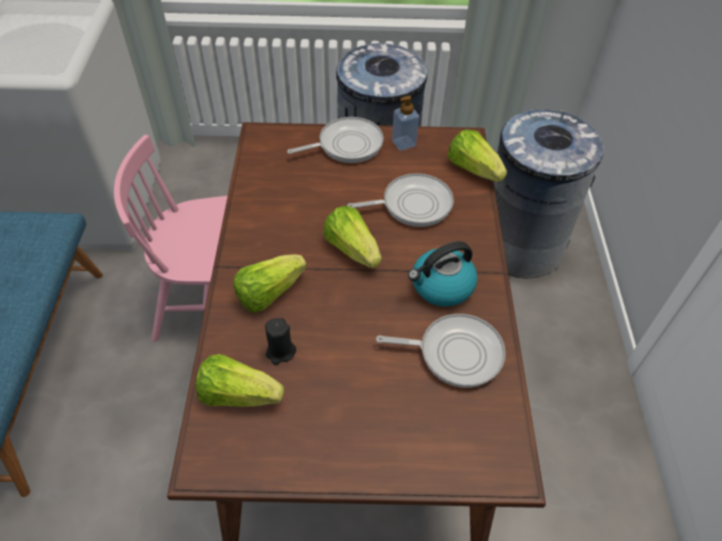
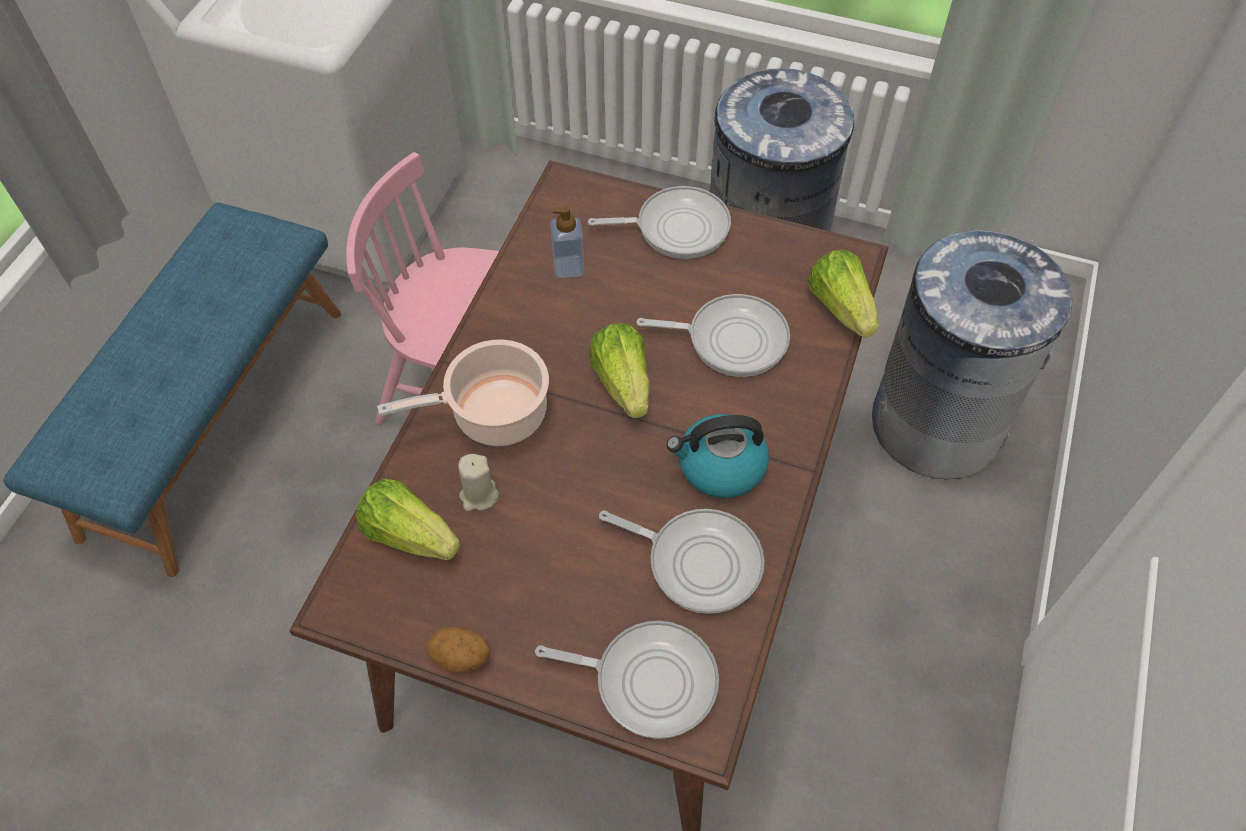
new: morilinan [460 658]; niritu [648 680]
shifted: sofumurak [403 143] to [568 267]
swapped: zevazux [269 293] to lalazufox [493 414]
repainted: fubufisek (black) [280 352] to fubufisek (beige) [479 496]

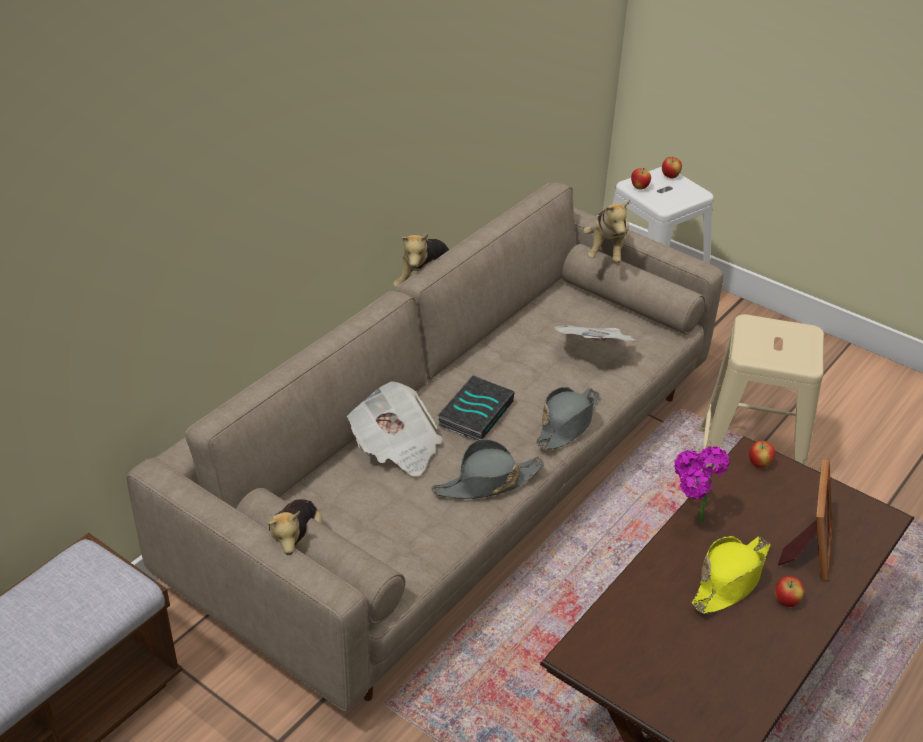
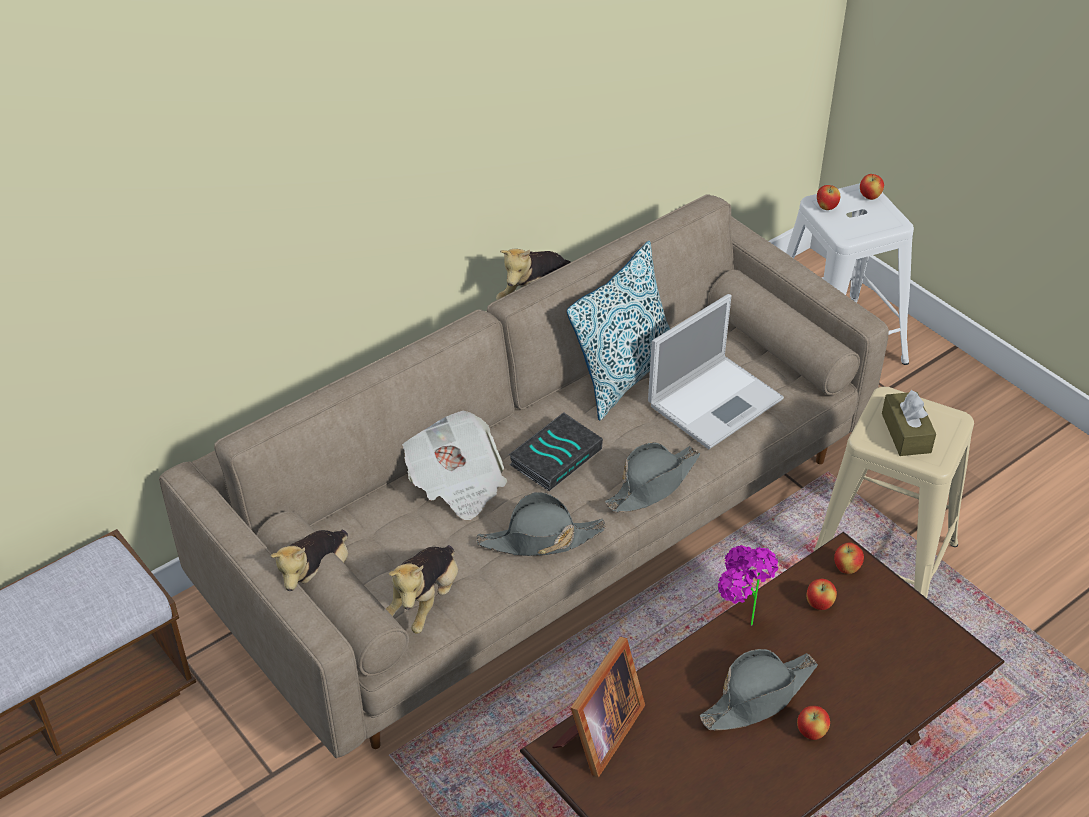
new: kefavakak [623 376]; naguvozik [819 604]; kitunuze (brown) [906 433]
shifted: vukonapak [606 251] to [425 601]; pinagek [808 549] to [598 734]
swapped: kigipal [594 350] to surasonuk [716 400]
repainted: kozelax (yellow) [730 580] to kozelax (grey) [758 697]

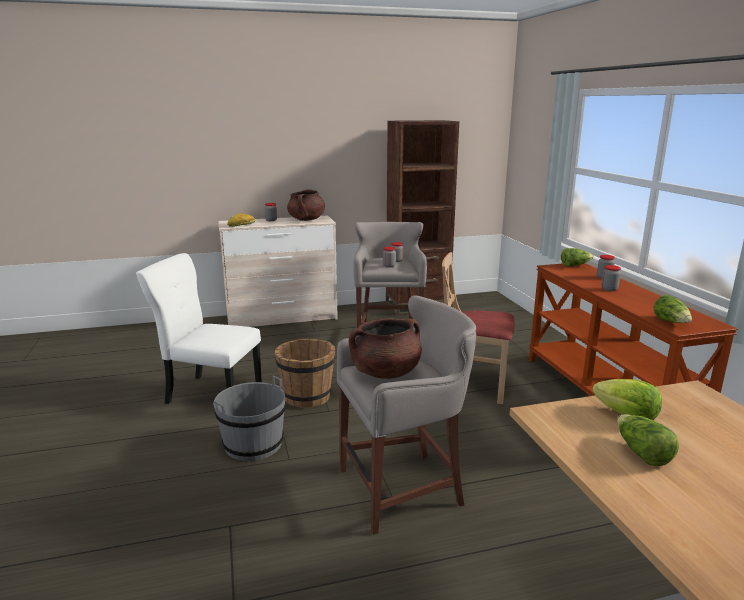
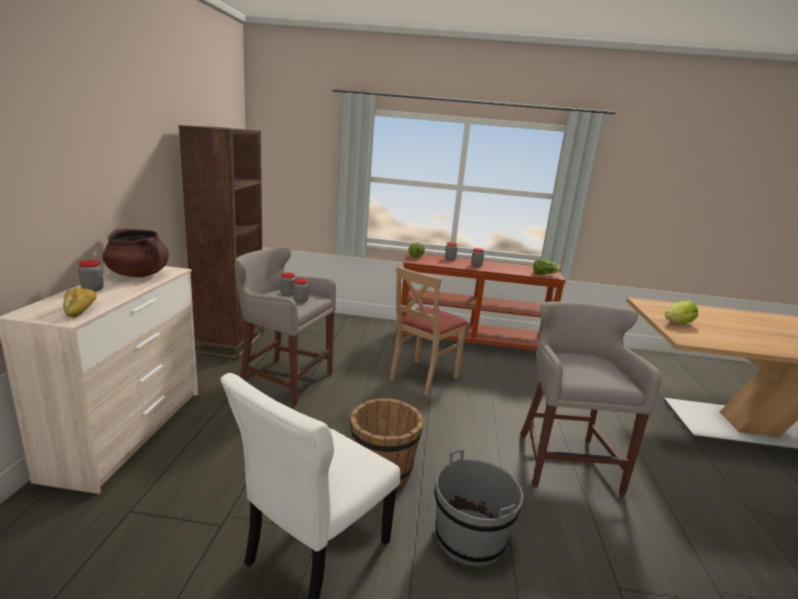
gone: lalazufox (brown) [385 373]; zevazux [641 453]

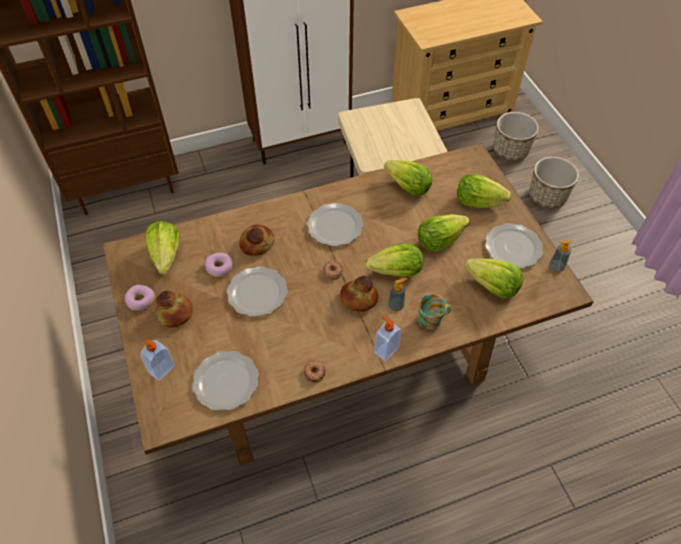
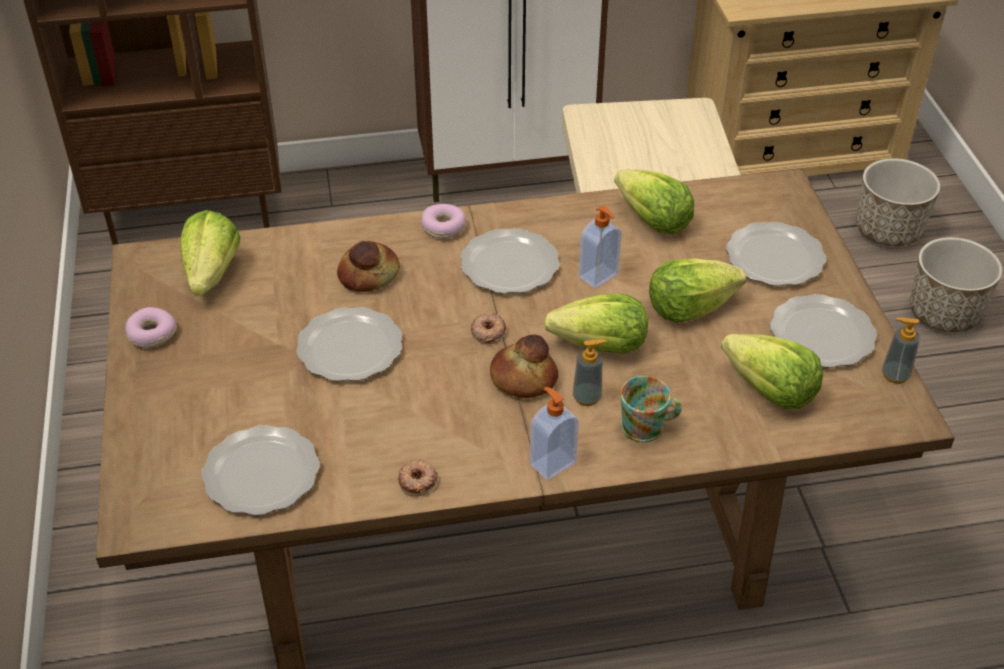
gone: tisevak [175 313]
shifted: sofumurak [162 370] to [599 277]; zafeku [219 267] to [444 227]
swapped: zevazux [478 201] to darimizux [774 256]

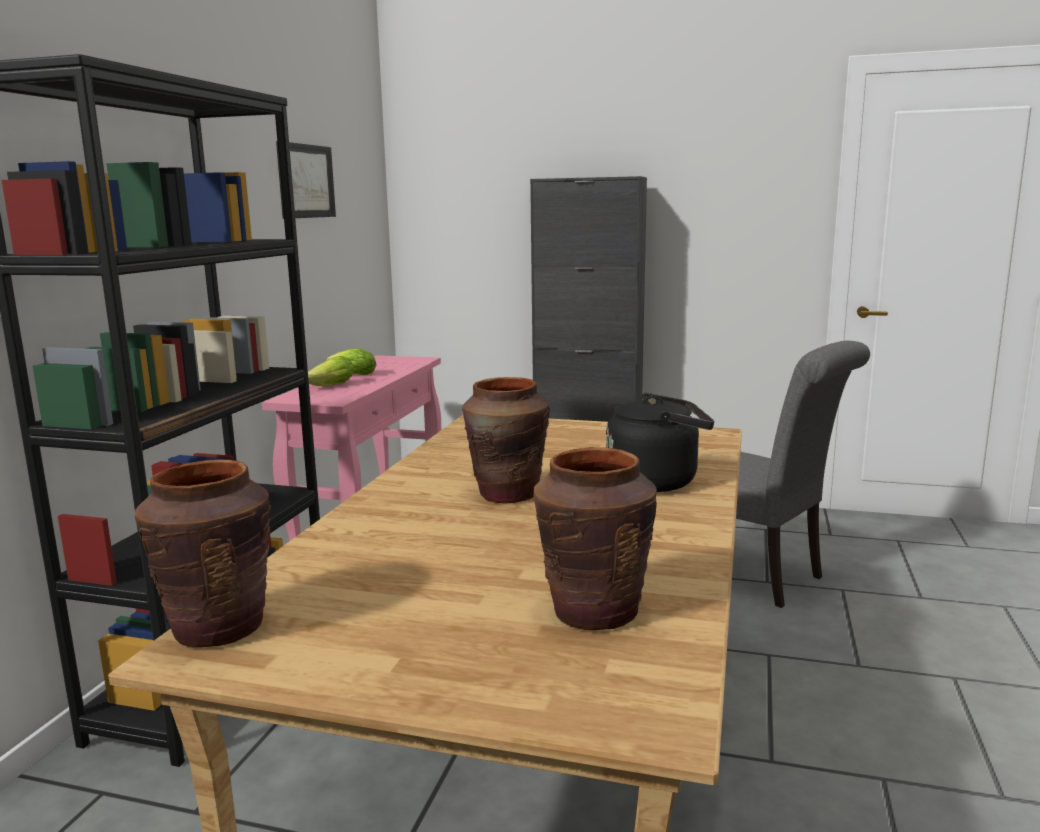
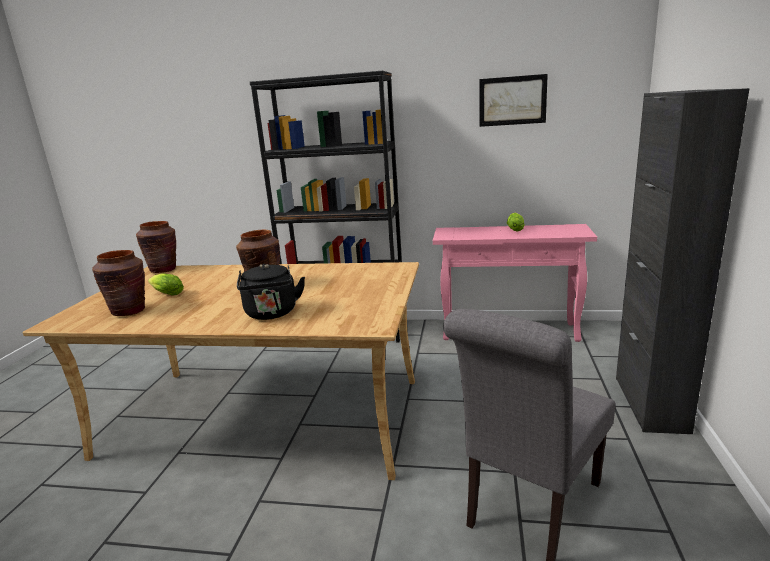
shifted: zevazux [328 387] to [166 294]

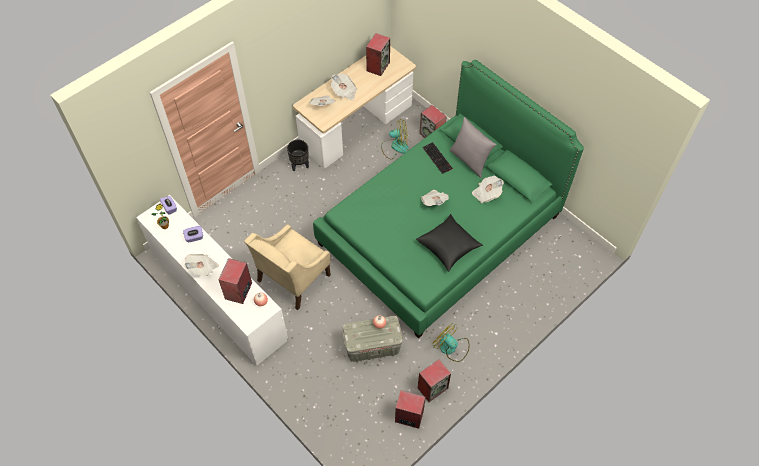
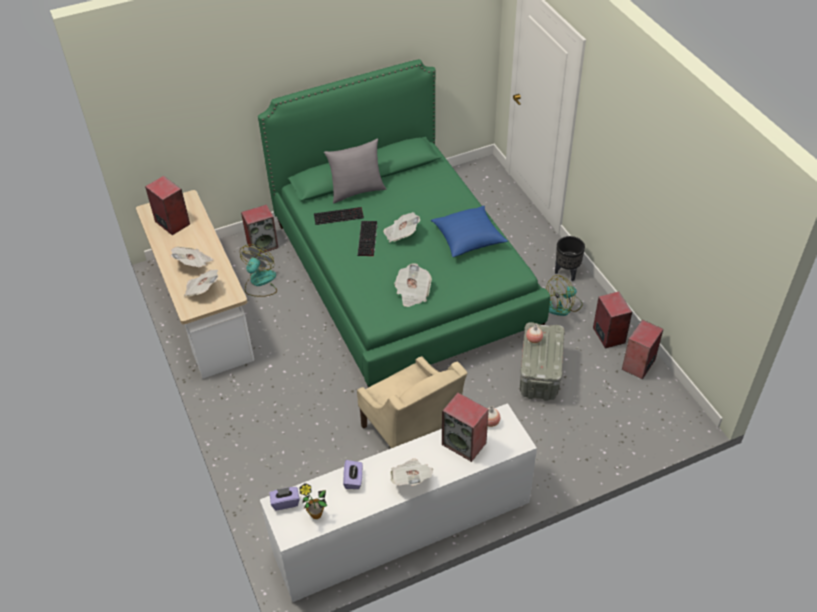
new: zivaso [368 239]
shifted: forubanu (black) [300 165] to [566 273]; kigipal [486 194] to [412 293]
repainted: kefavakak (black) [448 246] to kefavakak (blue) [468 238]

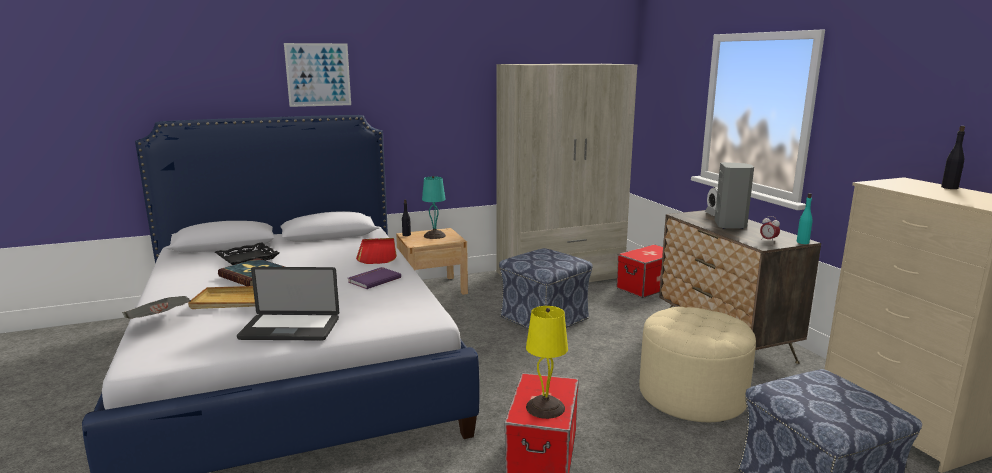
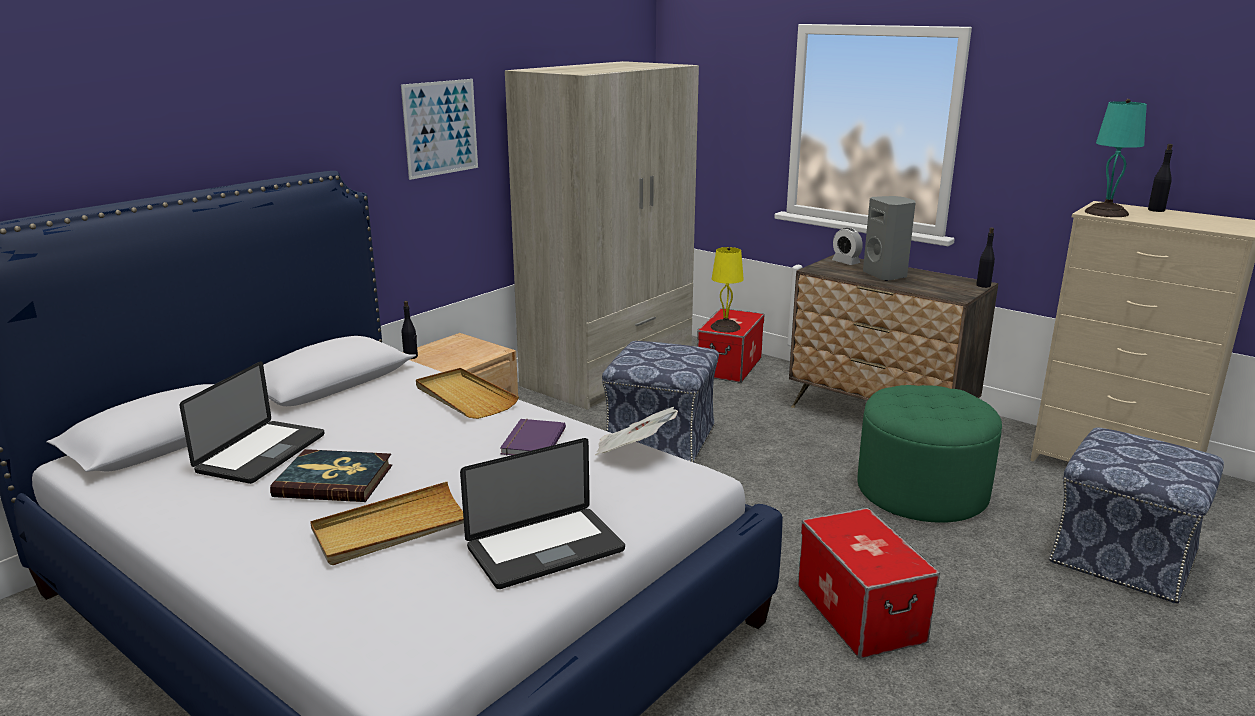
gone: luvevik [768 240]
shifted: kigipal [159 323] to [633 451]; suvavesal [318 75] to [441 128]; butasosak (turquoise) [434 236] to [1106 213]; butasosak (yellow) [545 407] to [725 327]
swapped: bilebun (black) [247 258] to surasonuk [261 453]
repainted: bilebun (red) [377 253] to bilebun (beige) [464 397]; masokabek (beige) [692 395] to masokabek (green) [921 491]; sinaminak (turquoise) [802 242] to sinaminak (black) [983 285]

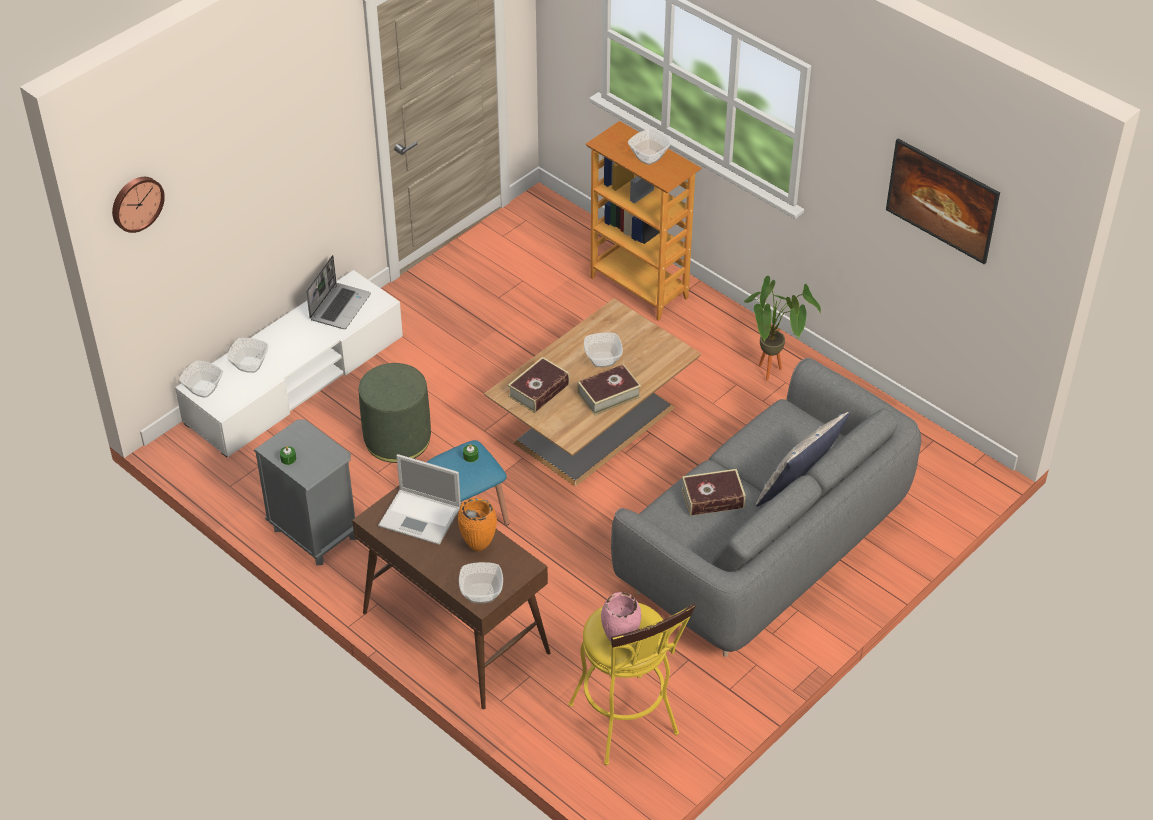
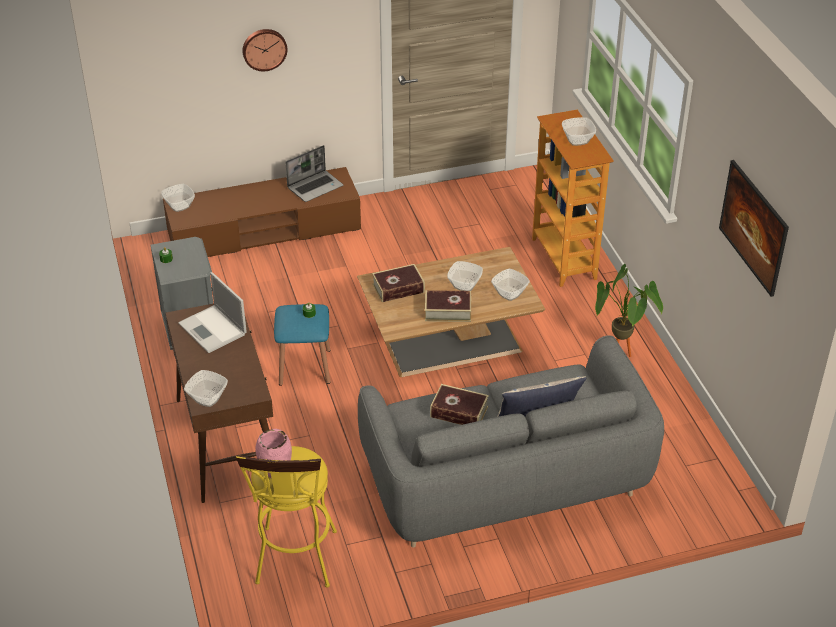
gone: masokabek (green) [397 439]; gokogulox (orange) [479 547]
shifted: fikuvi [136 203] to [264 49]; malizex [249 364] to [509 293]
repainted: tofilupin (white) [295 380] to tofilupin (brown) [264 231]

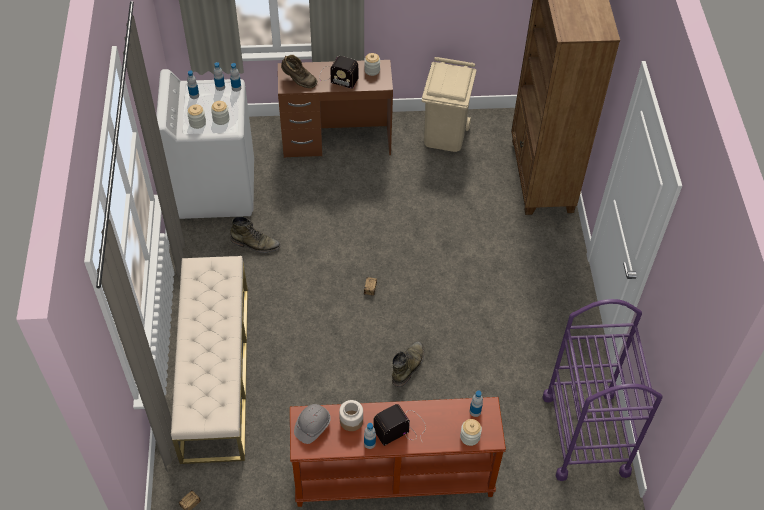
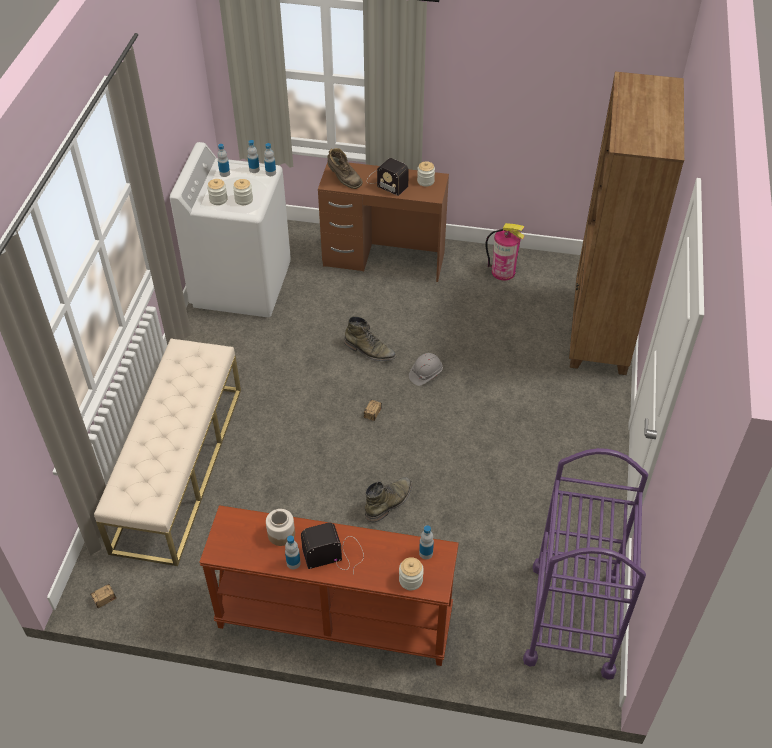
shifted: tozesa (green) [255 244] to [369 350]; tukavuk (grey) [312 426] to [425 374]
swapped: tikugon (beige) [445 135] to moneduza [503 272]

